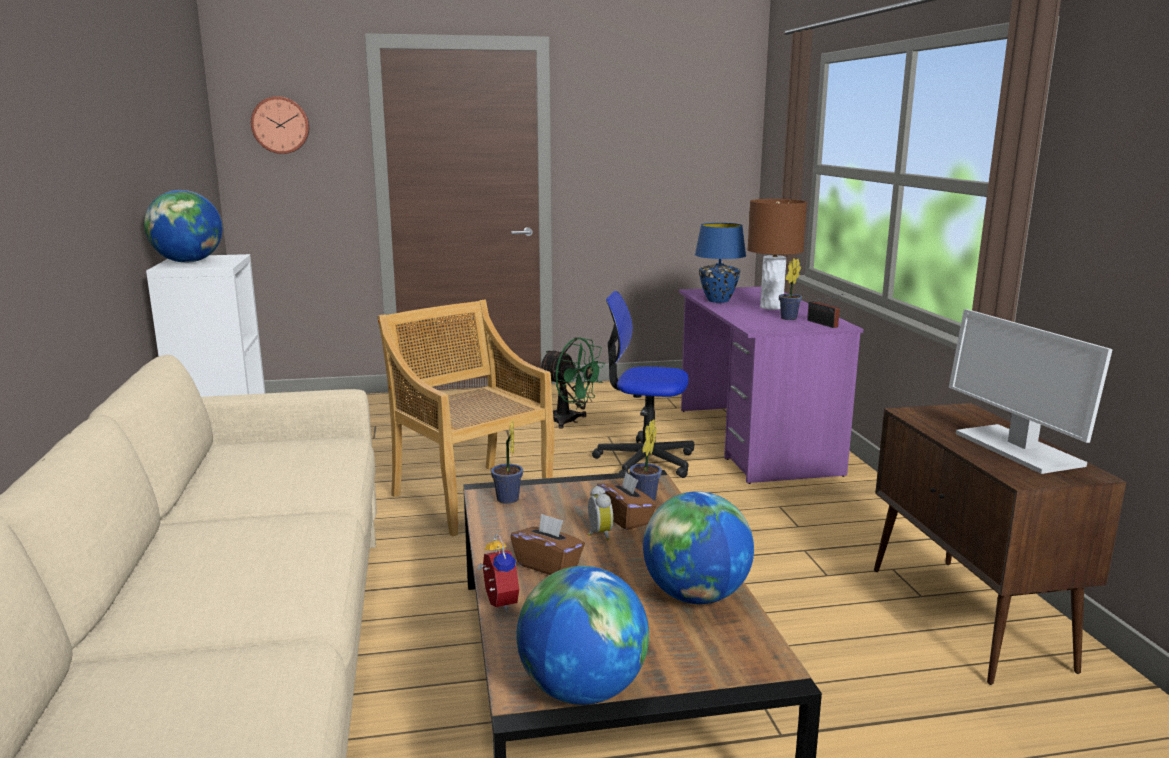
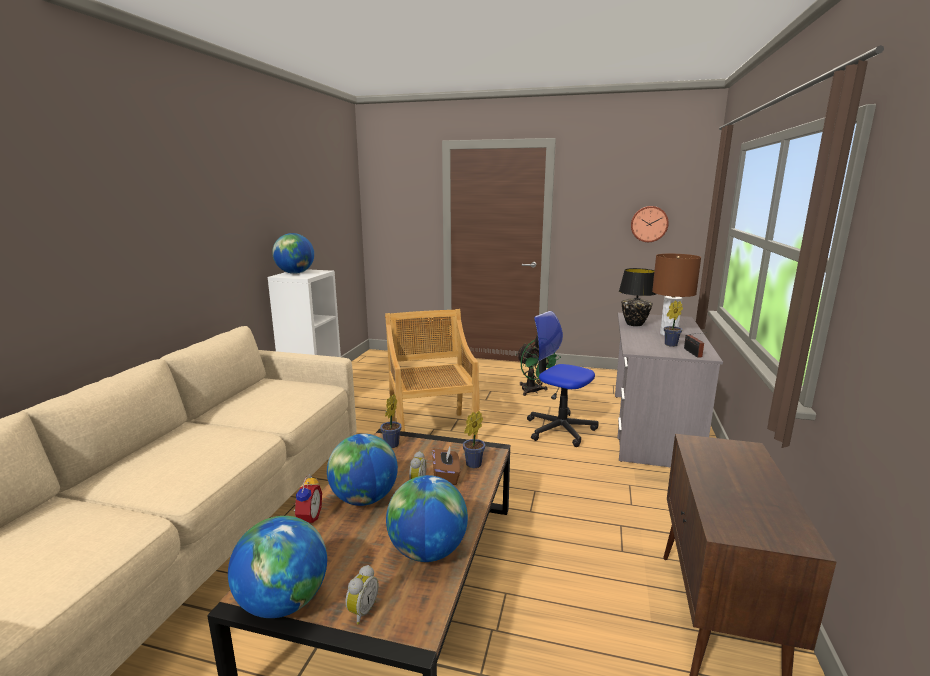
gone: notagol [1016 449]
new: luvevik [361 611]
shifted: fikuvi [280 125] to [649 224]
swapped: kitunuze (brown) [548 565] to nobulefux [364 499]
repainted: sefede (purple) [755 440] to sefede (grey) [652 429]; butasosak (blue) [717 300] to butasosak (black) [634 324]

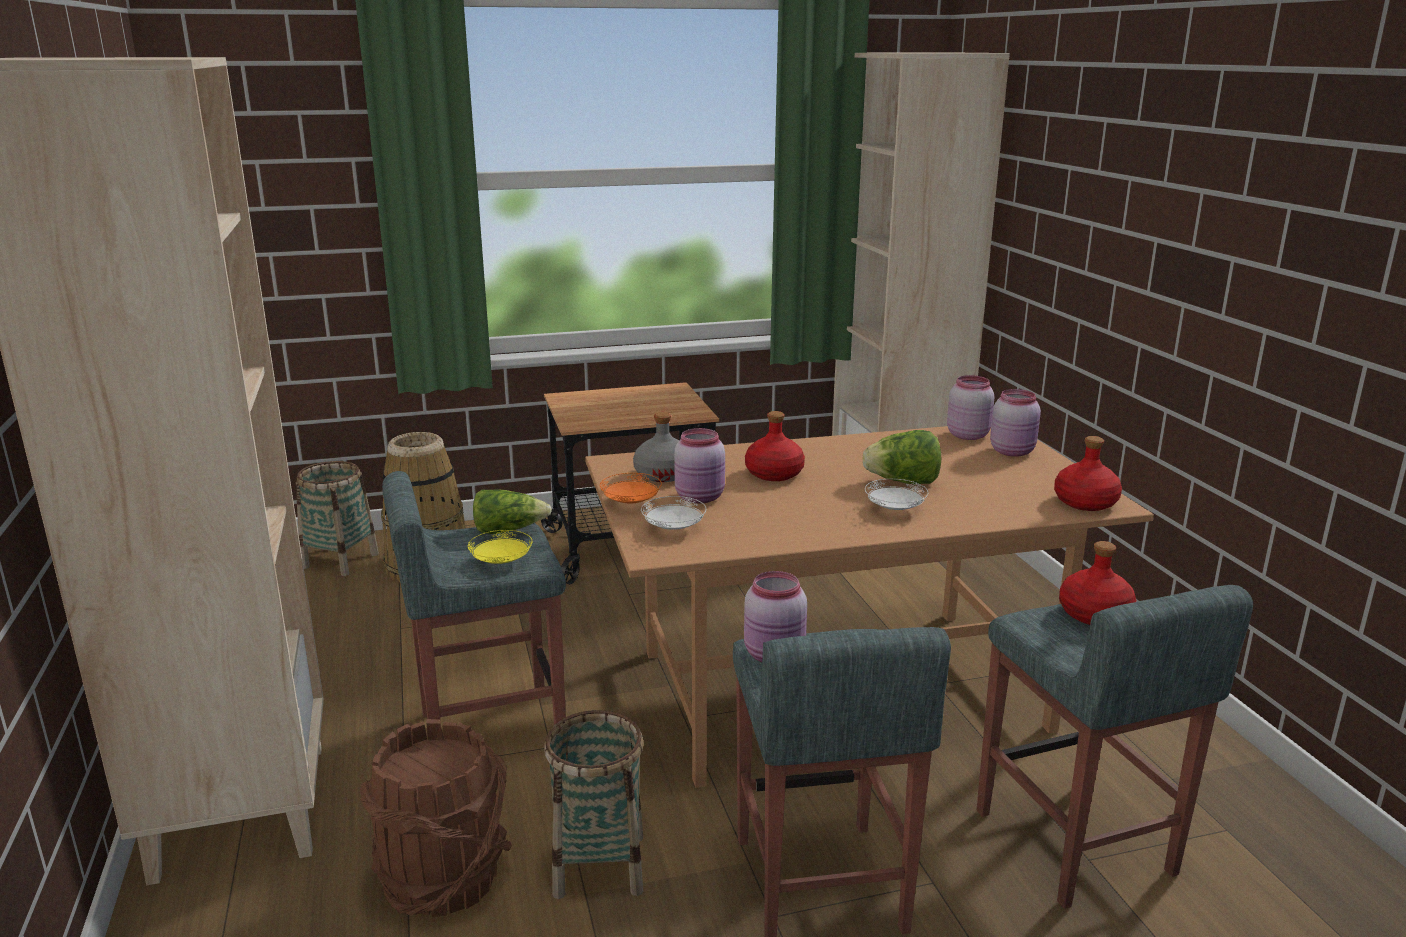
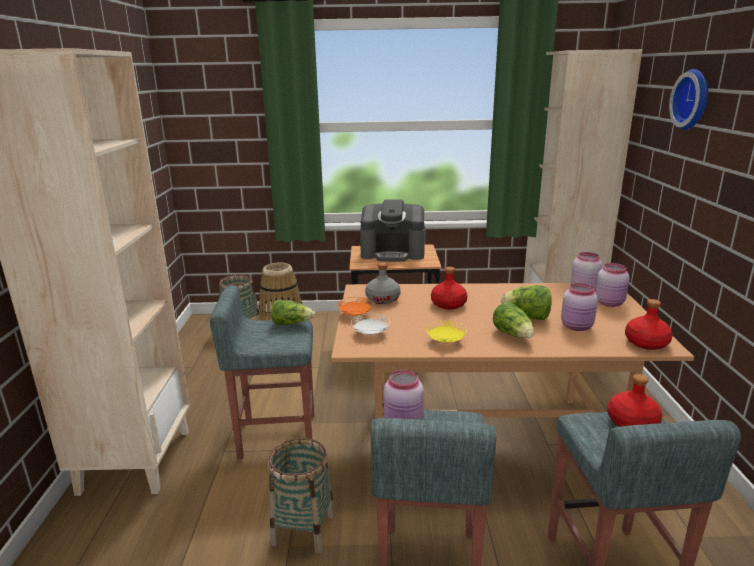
gone: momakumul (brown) [444 879]
new: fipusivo [393 253]; fikuvi [693 99]
shifted: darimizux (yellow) [501 562] to [445 341]; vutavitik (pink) [701 497] to [577 327]
swapped: darimizux (white) [895 509] to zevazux [513 335]

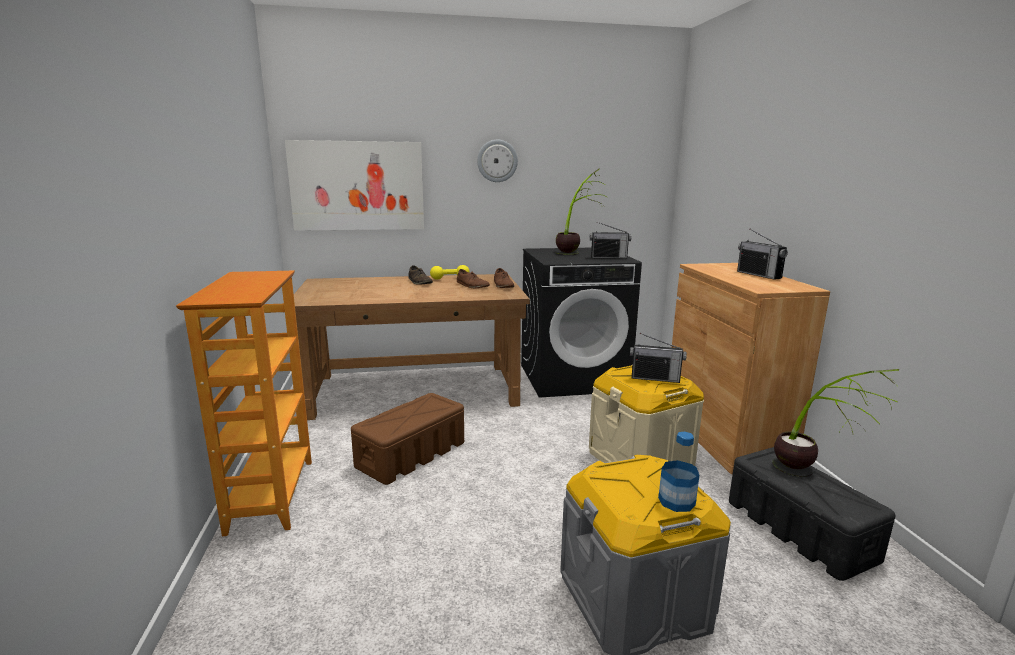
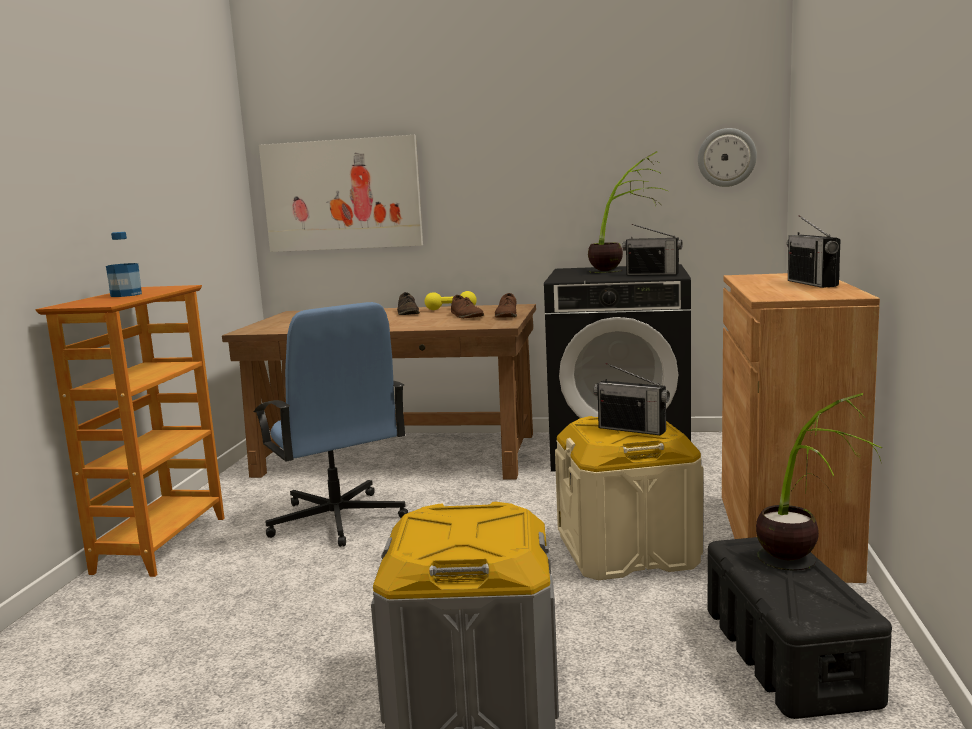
shifted: fikuvi [497 161] to [726 157]; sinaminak [676 501] to [126 295]
swapped: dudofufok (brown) [410 455] to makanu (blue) [337 520]

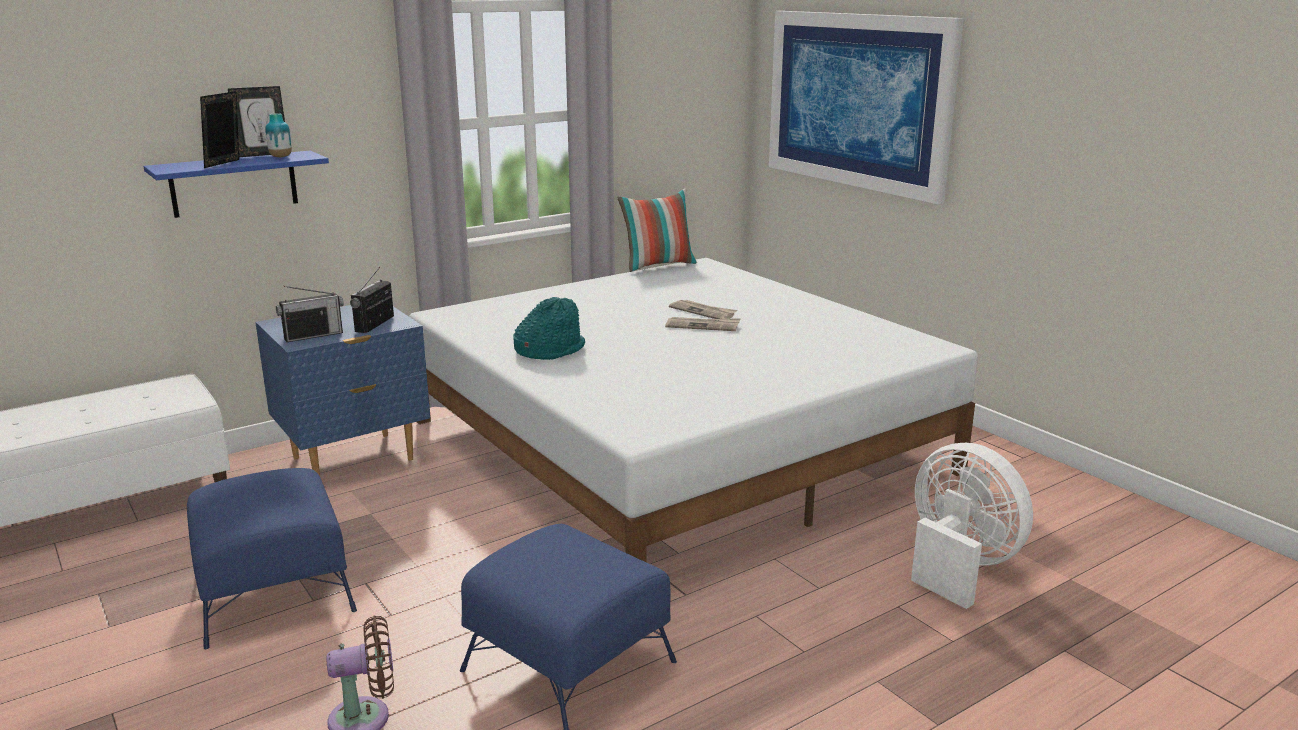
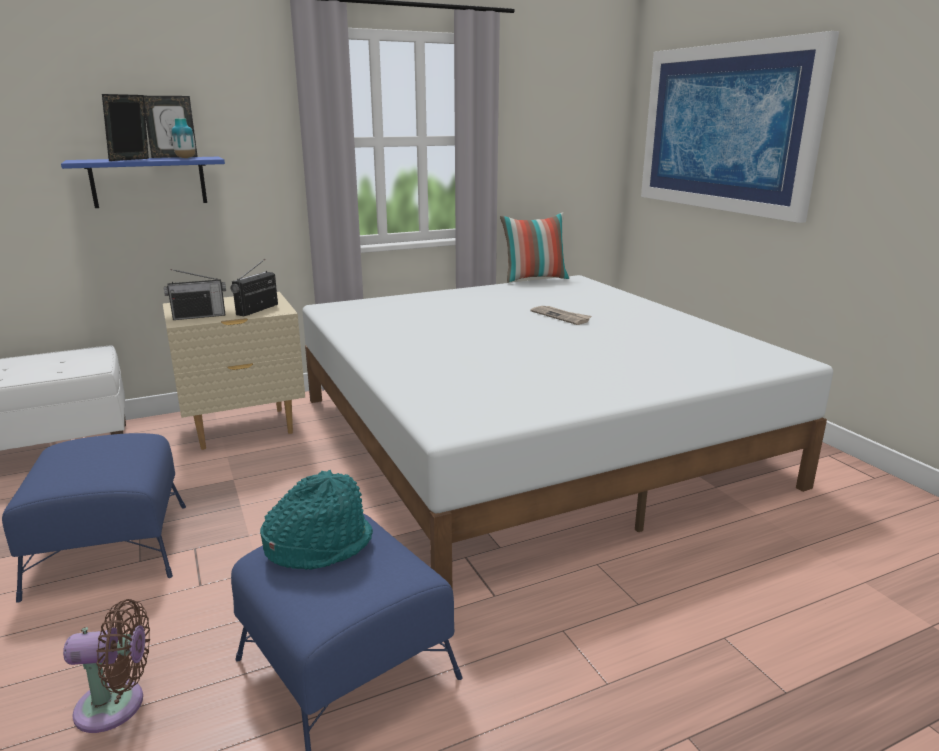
gone: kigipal [703 326]; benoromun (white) [958 566]
shifted: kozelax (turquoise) [549 350] to [319 545]
repainted: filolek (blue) [354 459] to filolek (beige) [244 429]

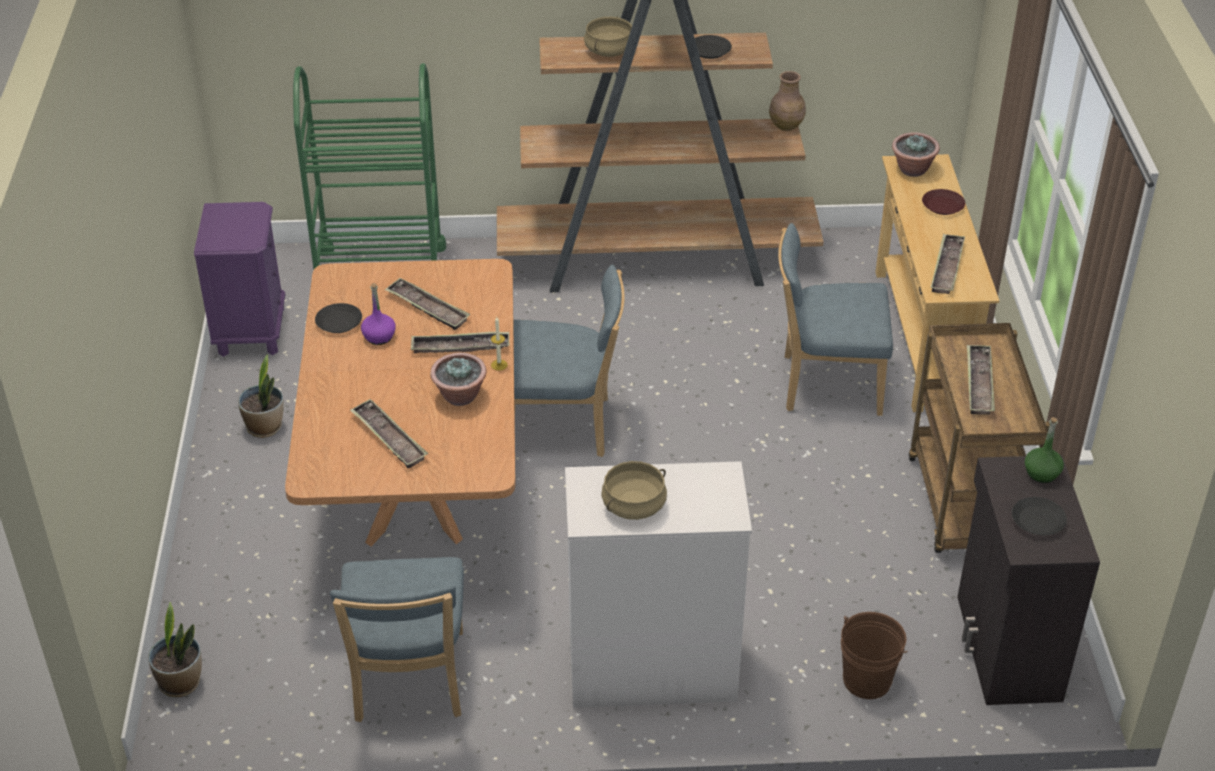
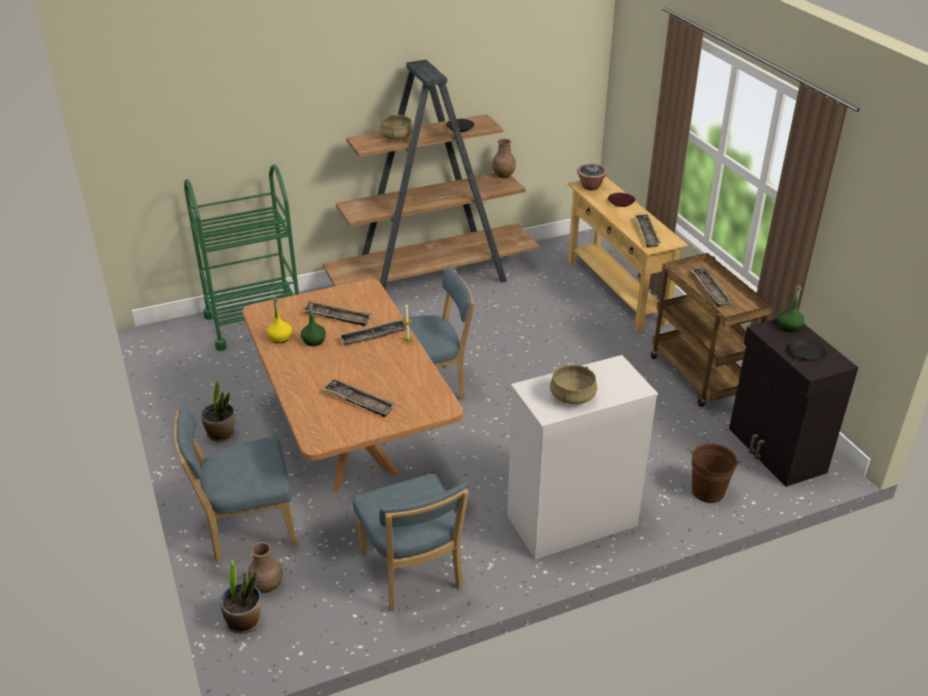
gone: filolek (purple) [250 331]; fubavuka [460 397]
new: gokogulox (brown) [266 586]
shifted: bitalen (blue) [825 384] to [246 529]
swapped: darimizux (black) [339 322] to sinaminak (yellow) [280 338]
repainted: sinaminak (purple) [379 337] to sinaminak (green) [314 341]

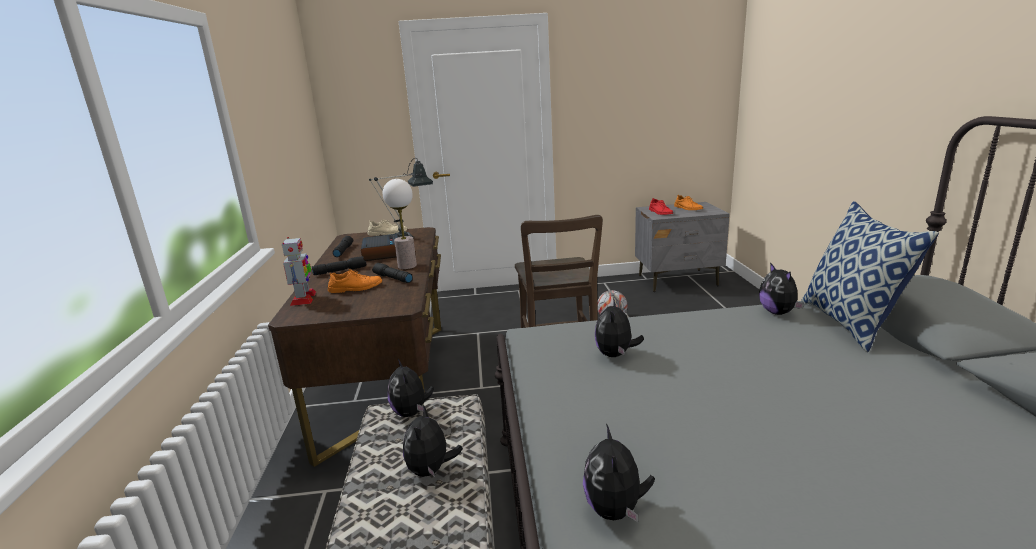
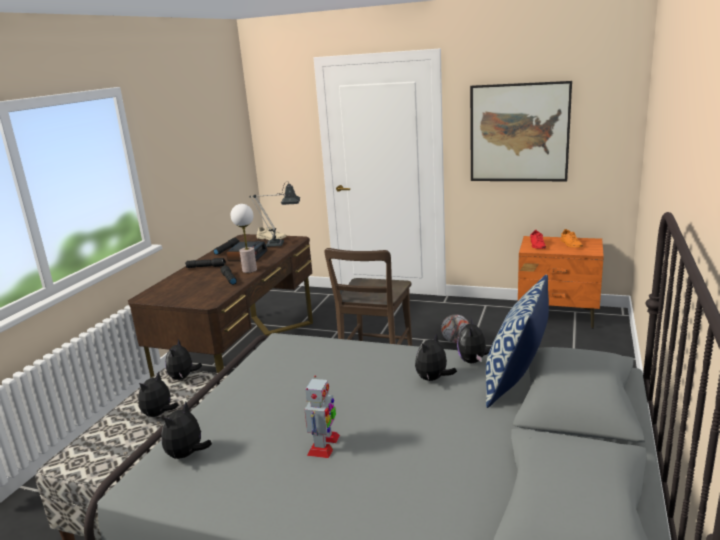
gone: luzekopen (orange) [355 288]
new: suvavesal [519 133]
shifted: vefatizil [303 299] to [323 445]; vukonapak [616 355] to [433 379]
repainted: filolek (grey) [678 281] to filolek (orange) [558 316]

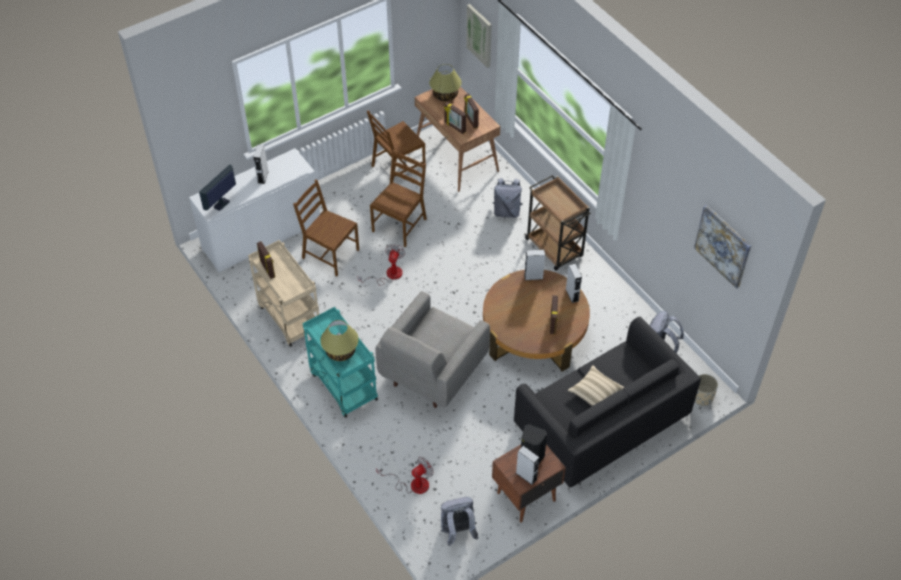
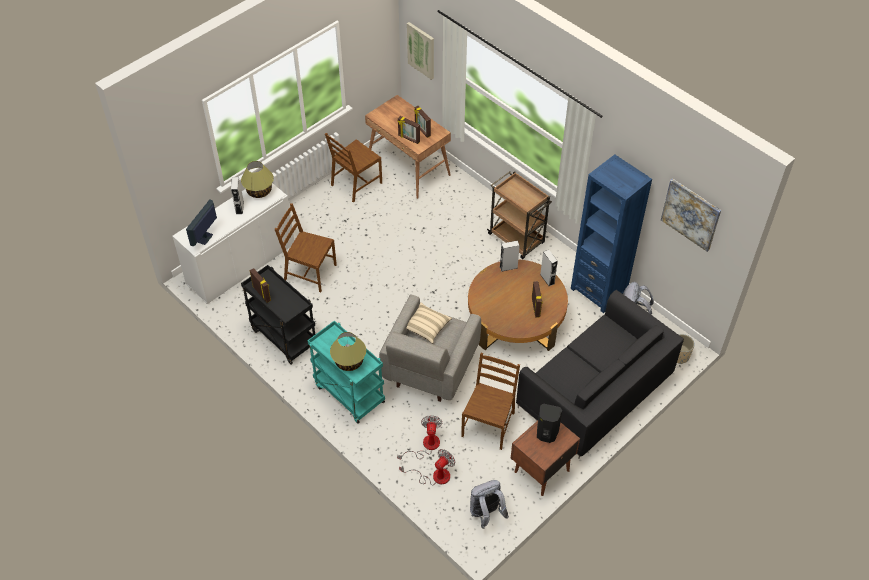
gone: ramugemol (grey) [507 211]; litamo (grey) [526 476]
new: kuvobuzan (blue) [598 290]
shifted: benoromun [388 275] to [426 446]; bitalen (brown) [400 225] to [488 424]; butasosak [445 95] to [259 191]; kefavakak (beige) [595 393] to [426 327]
repainted: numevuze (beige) [288 317] to numevuze (black) [283 337]

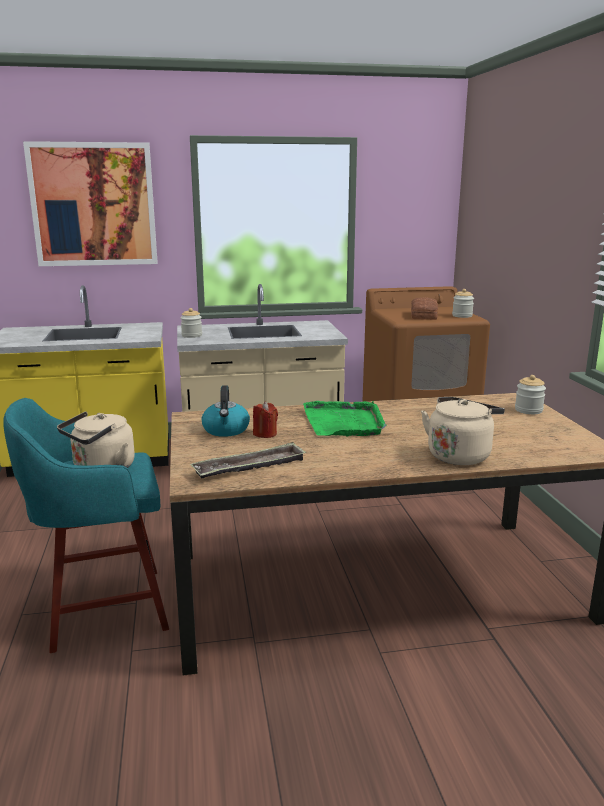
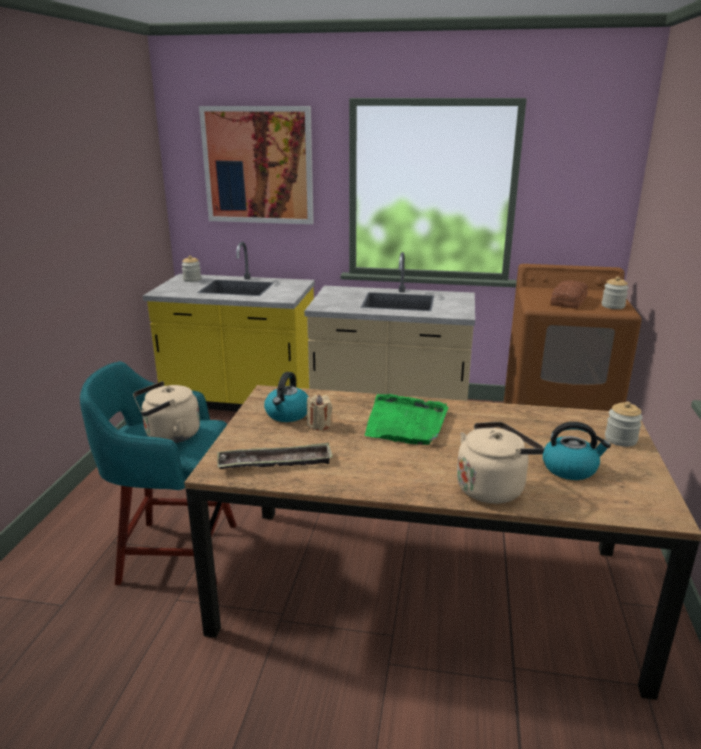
new: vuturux [570 468]
shifted: vutavitik [192 335] to [192 279]
repainted: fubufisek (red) [265 434] to fubufisek (beige) [319 425]

